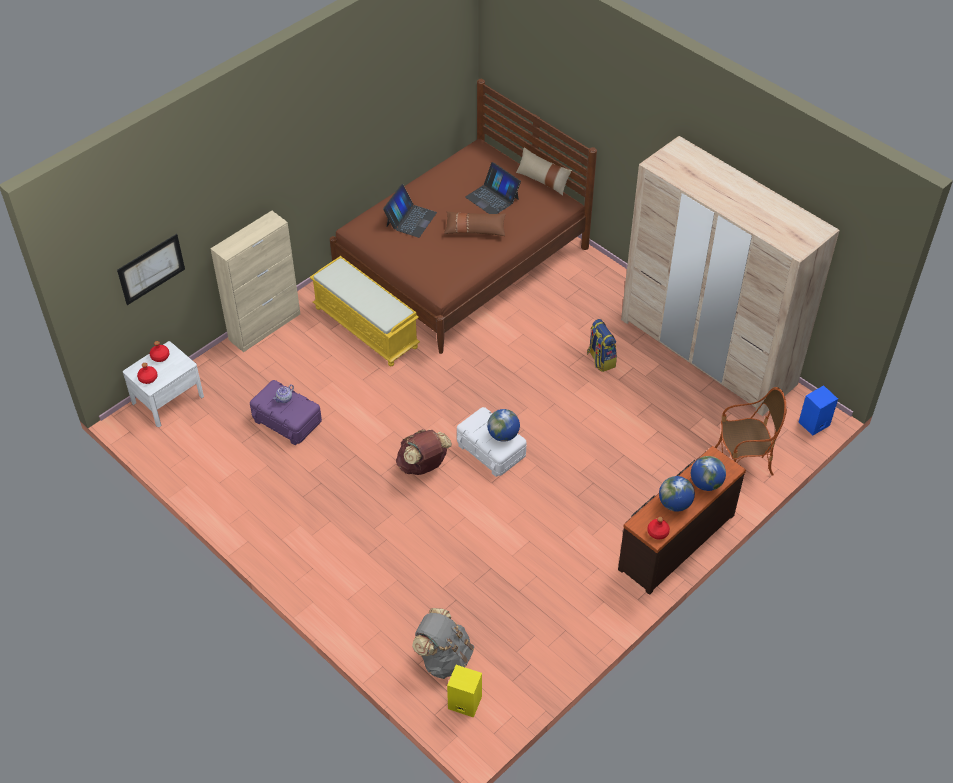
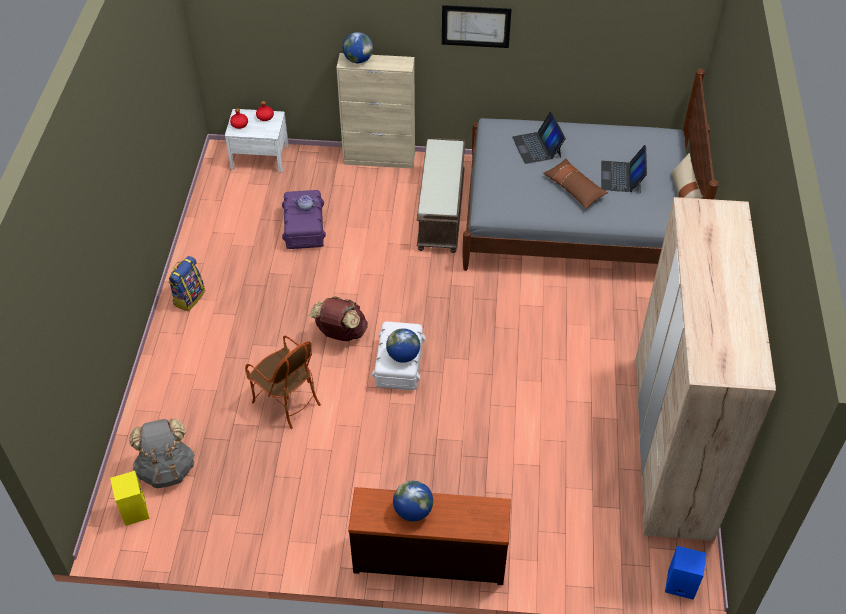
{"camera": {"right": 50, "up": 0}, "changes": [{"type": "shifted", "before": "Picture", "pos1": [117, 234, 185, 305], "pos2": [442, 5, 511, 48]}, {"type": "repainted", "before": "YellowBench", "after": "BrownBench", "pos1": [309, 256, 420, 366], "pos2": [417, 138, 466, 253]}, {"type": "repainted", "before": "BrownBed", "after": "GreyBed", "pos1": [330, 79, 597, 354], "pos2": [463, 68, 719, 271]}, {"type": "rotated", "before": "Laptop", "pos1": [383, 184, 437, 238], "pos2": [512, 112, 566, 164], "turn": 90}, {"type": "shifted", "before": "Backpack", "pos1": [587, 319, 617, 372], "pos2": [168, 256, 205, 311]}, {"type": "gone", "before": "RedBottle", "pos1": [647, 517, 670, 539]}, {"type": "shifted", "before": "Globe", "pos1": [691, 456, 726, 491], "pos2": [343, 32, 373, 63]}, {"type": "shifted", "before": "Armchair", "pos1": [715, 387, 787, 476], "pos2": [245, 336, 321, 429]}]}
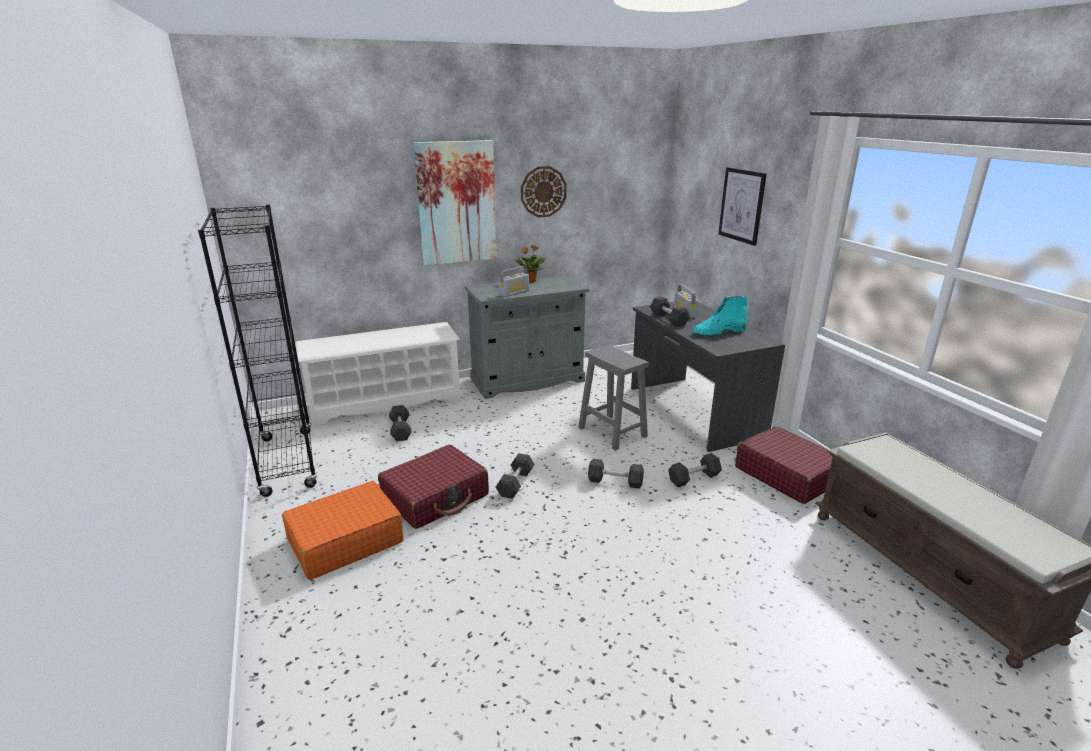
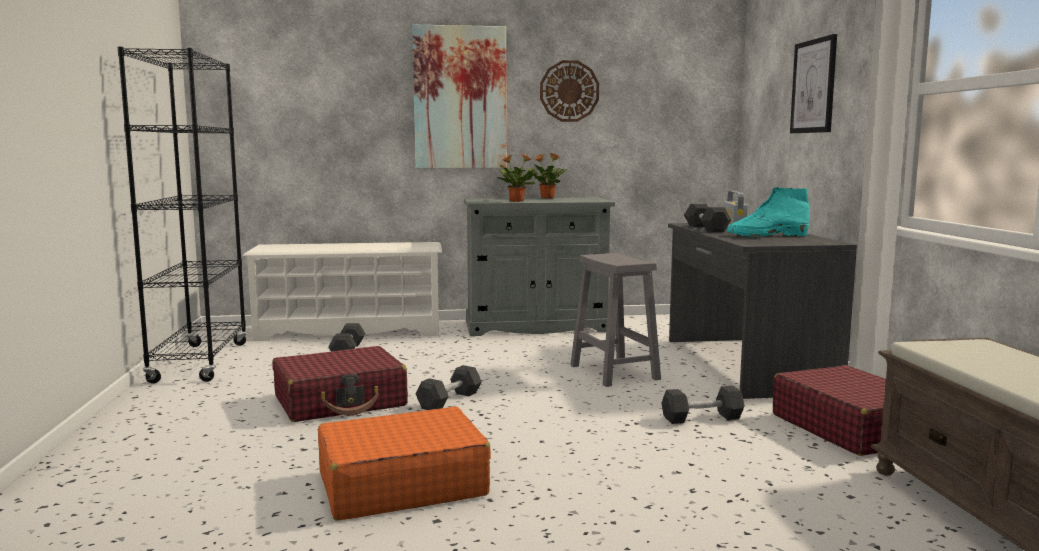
{"camera": {"right": 15, "up": -15}, "changes": [{"type": "shifted", "before": "OrangeSuitcase", "pos1": [282, 481, 403, 580], "pos2": [318, 406, 491, 521]}, {"type": "swapped", "before": "Radio", "after": "PottedPlant", "pos1": [499, 266, 529, 297], "pos2": [496, 153, 536, 202]}, {"type": "gone", "before": "GreyDumbbell", "pos1": [588, 459, 644, 489]}]}
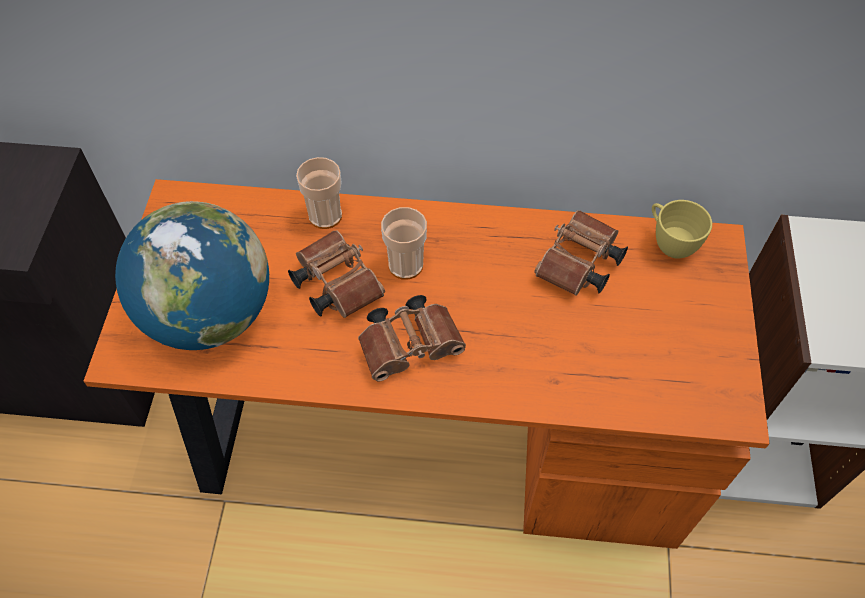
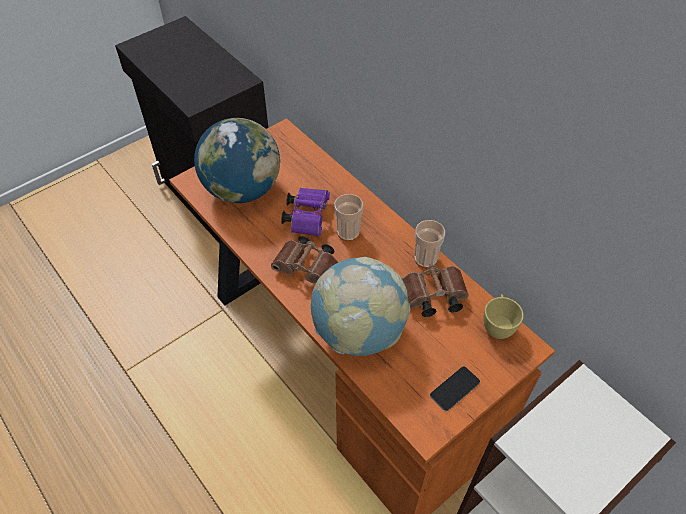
{"camera": {"right": 45, "up": -5}, "changes": [{"type": "repainted", "before": "BrownBinoculars", "after": "PurpleBinoculars", "pos1": [288, 231, 385, 318], "pos2": [281, 188, 330, 236]}, {"type": "shifted", "before": "Cup", "pos1": [296, 157, 342, 229], "pos2": [414, 220, 445, 268]}, {"type": "new", "after": "Globe", "pos2": [311, 257, 410, 356]}, {"type": "new", "after": "Phone", "pos2": [430, 366, 480, 411]}]}
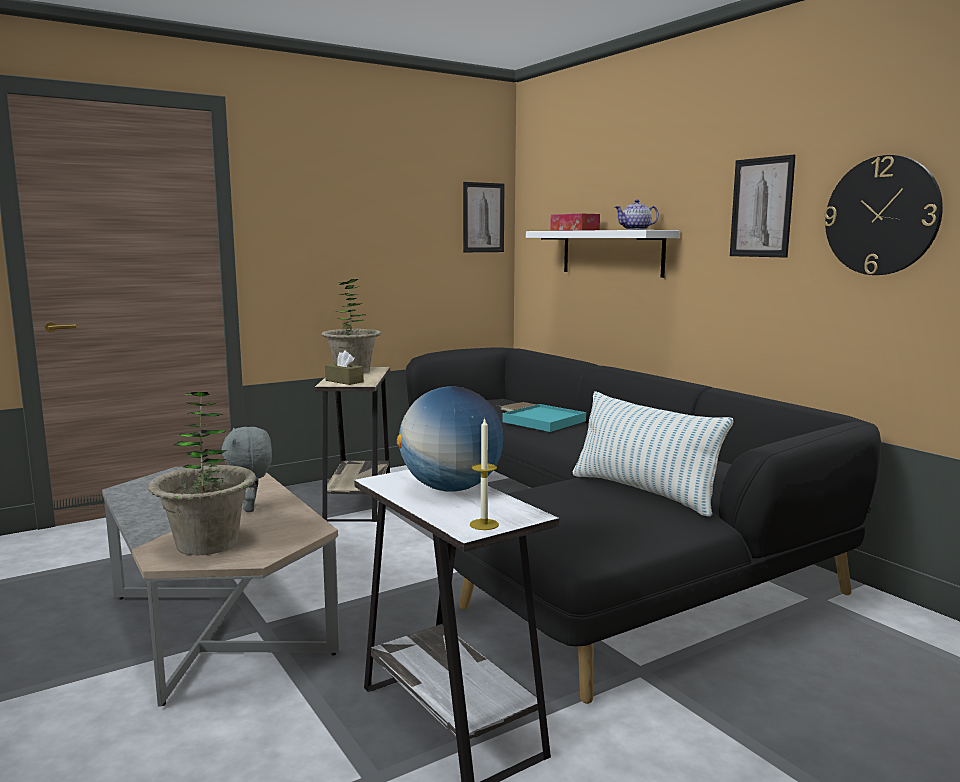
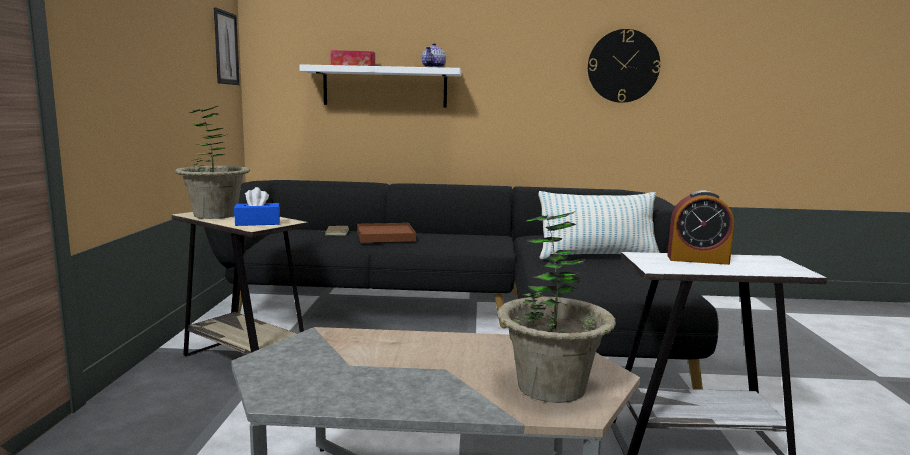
{"camera": {"right": -55, "up": 0}, "changes": [{"type": "gone", "before": "GreyPlushToy", "pos1": [222, 427, 272, 512]}, {"type": "repainted", "before": "BrownTissueBox", "after": "BlueTissueBox", "pos1": [325, 350, 364, 385], "pos2": [234, 187, 280, 226]}, {"type": "swapped", "before": "Globe", "after": "AlarmClock", "pos1": [397, 387, 503, 492], "pos2": [667, 190, 734, 265]}, {"type": "gone", "before": "Candle", "pos1": [470, 417, 499, 530]}, {"type": "repainted", "before": "TurquoiseTray", "after": "BrownTray", "pos1": [502, 404, 586, 432], "pos2": [357, 223, 416, 243]}, {"type": "gone", "before": "Picture", "pos1": [730, 155, 796, 258]}]}
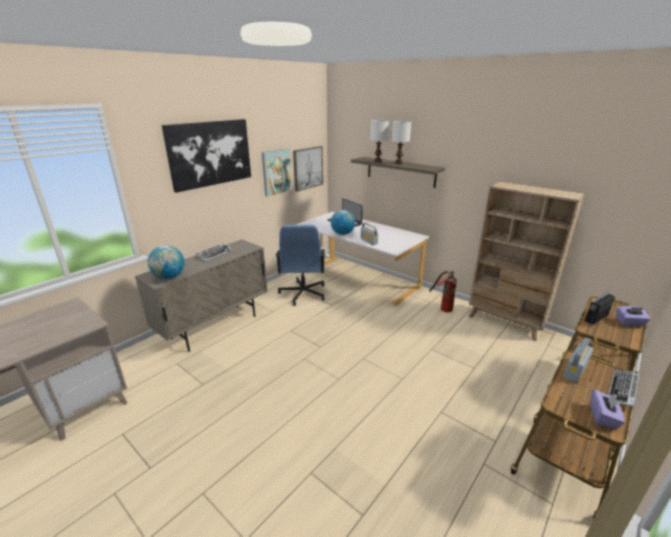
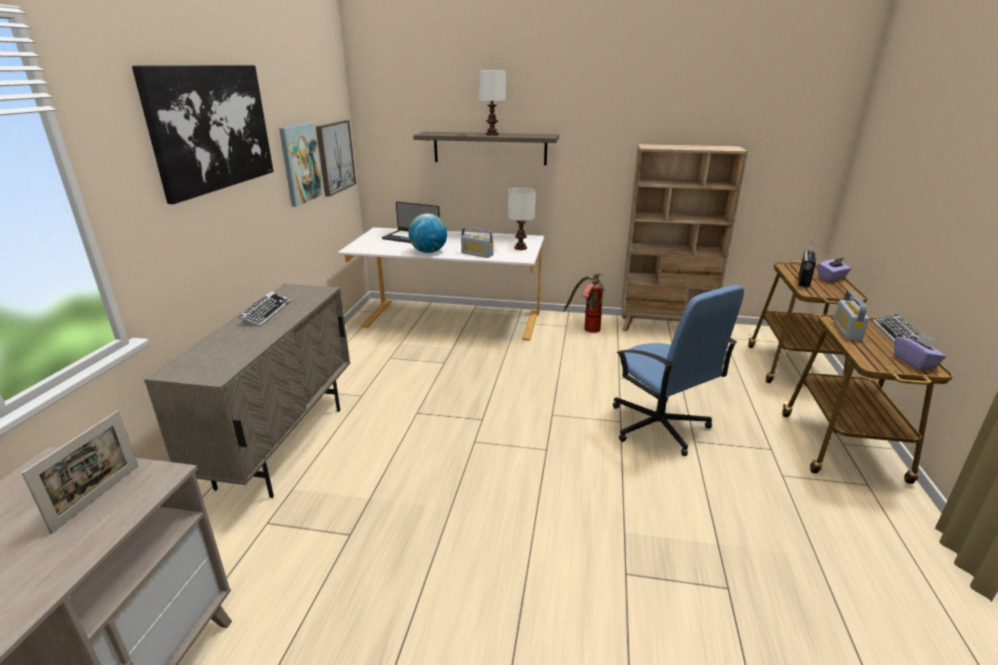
{"camera": {"right": -30, "up": 0}, "changes": [{"type": "gone", "before": "Globe", "pos1": [148, 245, 185, 279]}, {"type": "shifted", "before": "BlueOfficeChair", "pos1": [276, 225, 325, 306], "pos2": [613, 285, 744, 456]}, {"type": "shifted", "before": "WhiteTableLamp", "pos1": [370, 120, 389, 163], "pos2": [508, 188, 535, 250]}, {"type": "new", "after": "PictureFrame", "pos2": [22, 410, 138, 534]}]}
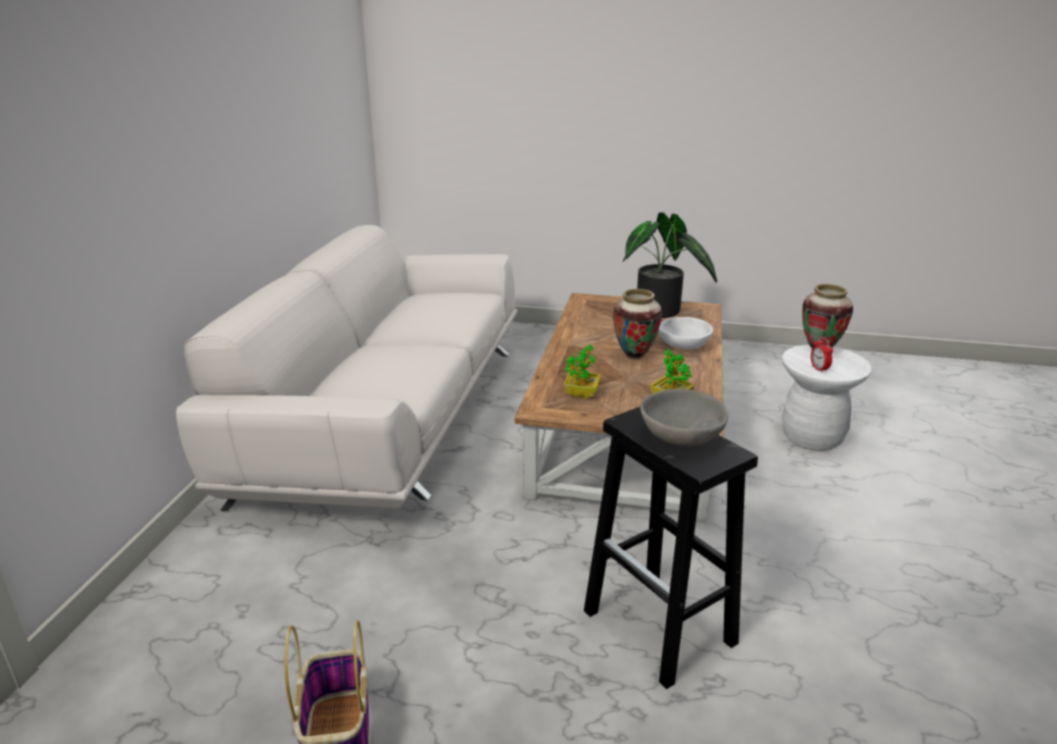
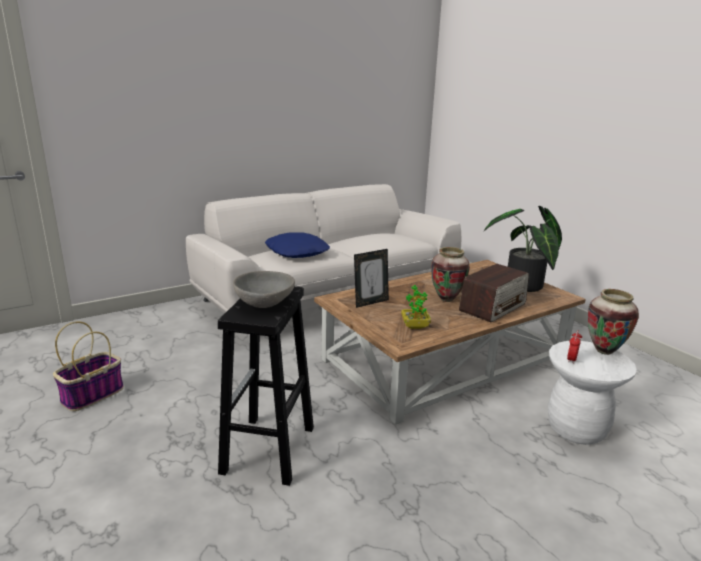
{"camera": {"right": 45, "up": -5}, "changes": [{"type": "swapped", "before": "PottedPlant", "after": "PictureFrame", "pos1": [564, 344, 600, 398], "pos2": [354, 249, 389, 308]}, {"type": "swapped", "before": "WhiteBowl", "after": "Radio", "pos1": [659, 317, 713, 349], "pos2": [459, 264, 529, 322]}, {"type": "new", "after": "BluePillow", "pos2": [265, 233, 330, 258]}]}
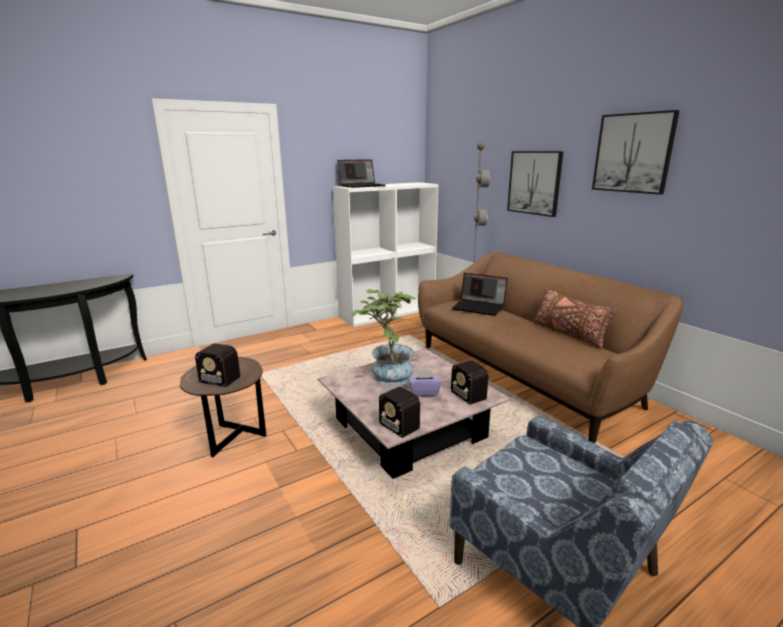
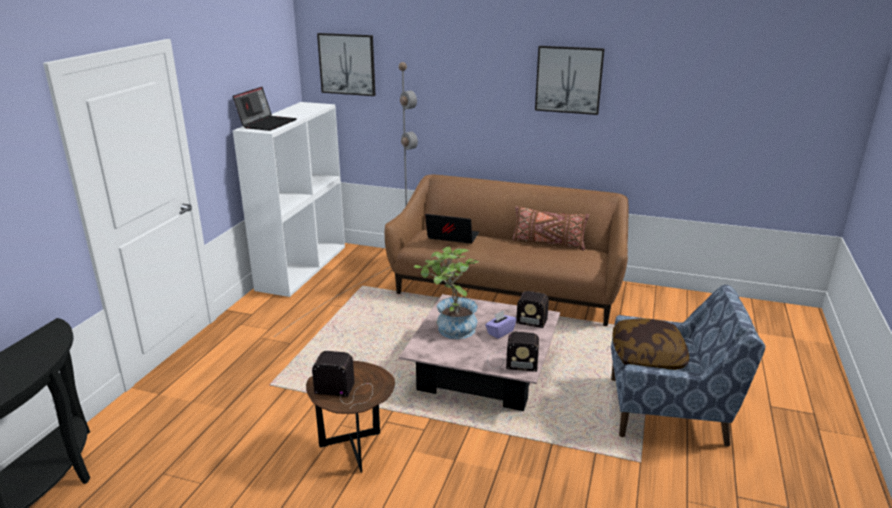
{"camera": {"right": -40, "up": 5}, "changes": [{"type": "rotated", "before": "Radio", "pos1": [186, 343, 241, 387], "pos2": [312, 351, 373, 410], "turn": -150}, {"type": "rotated", "before": "Laptop", "pos1": [452, 273, 508, 316], "pos2": [425, 214, 479, 244], "turn": -150}, {"type": "shifted", "before": "Picture", "pos1": [507, 151, 563, 217], "pos2": [317, 33, 376, 96]}, {"type": "new", "after": "Pillow", "pos2": [612, 318, 689, 370]}]}
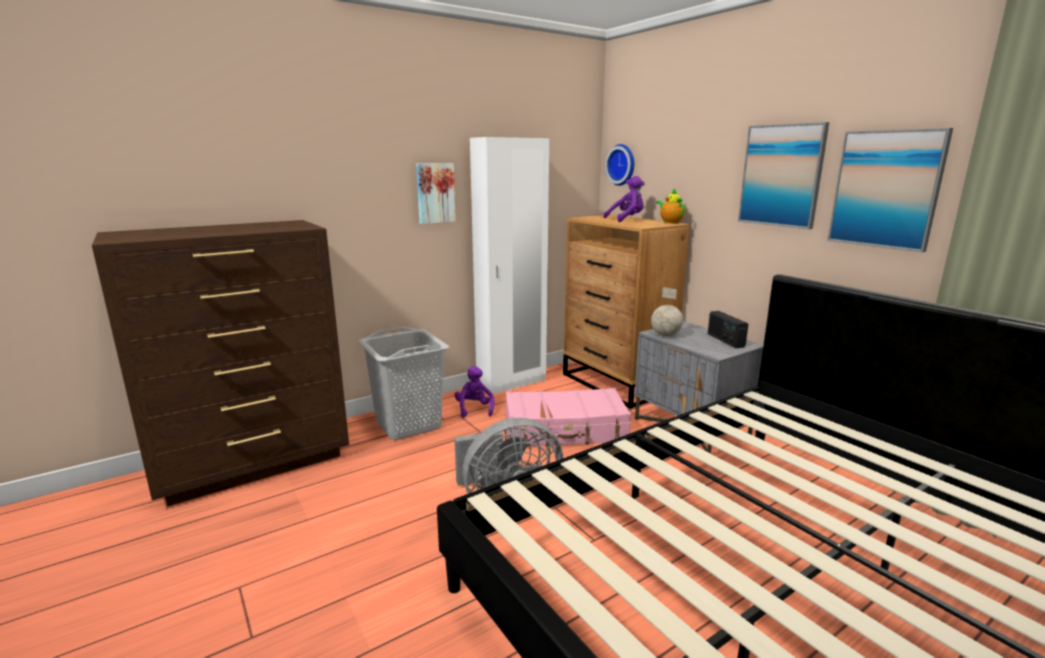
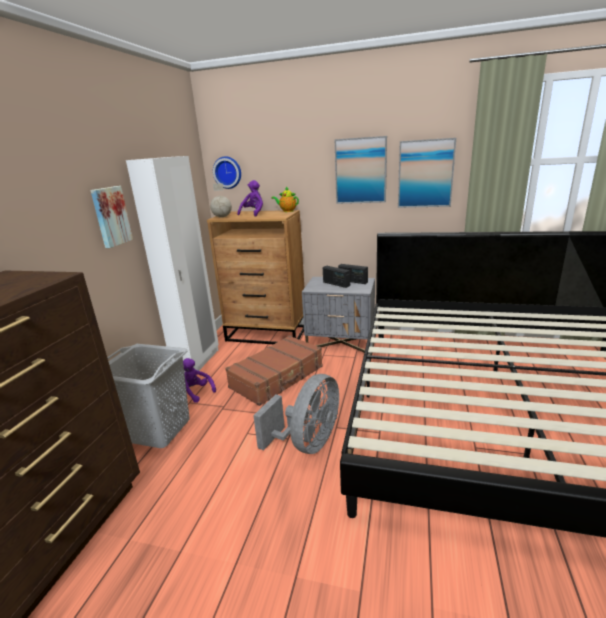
{"camera": {"right": -40, "up": 5}, "changes": [{"type": "repainted", "before": "PinkSuitcase", "after": "BrownSuitcase", "pos1": [506, 388, 631, 447], "pos2": [225, 335, 323, 406]}, {"type": "shifted", "before": "Globe", "pos1": [651, 287, 683, 336], "pos2": [210, 183, 232, 218]}, {"type": "new", "after": "Radio", "pos2": [323, 266, 350, 288]}]}
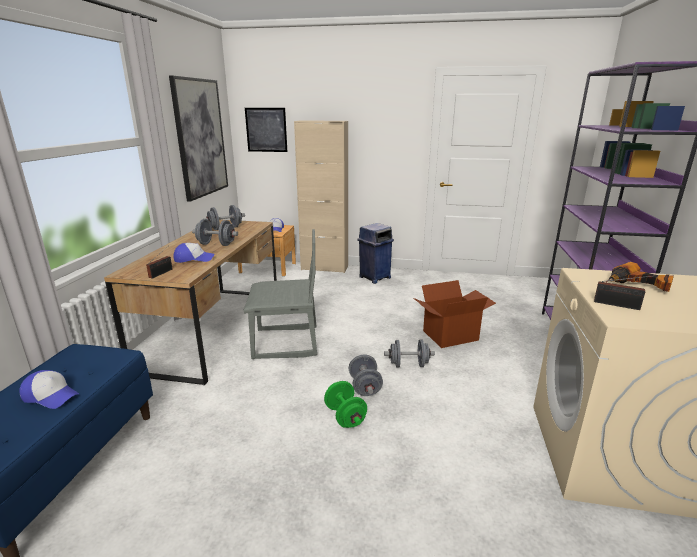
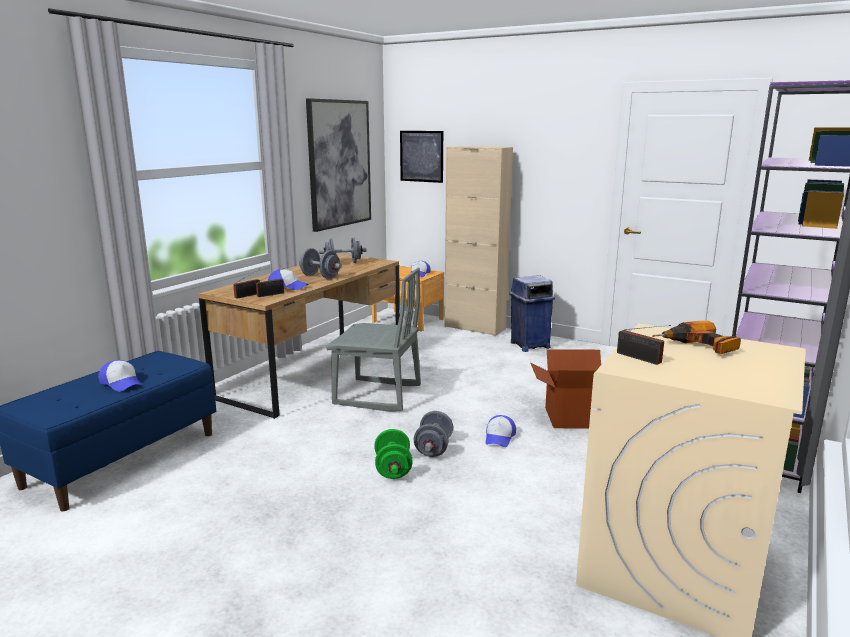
{"camera": {"right": 20, "up": -5}, "changes": [{"type": "swapped", "before": "GreyDumbbell", "after": "Cap", "pos1": [384, 340, 435, 367], "pos2": [486, 415, 516, 447]}, {"type": "new", "after": "Radio", "pos2": [256, 268, 284, 297]}]}
